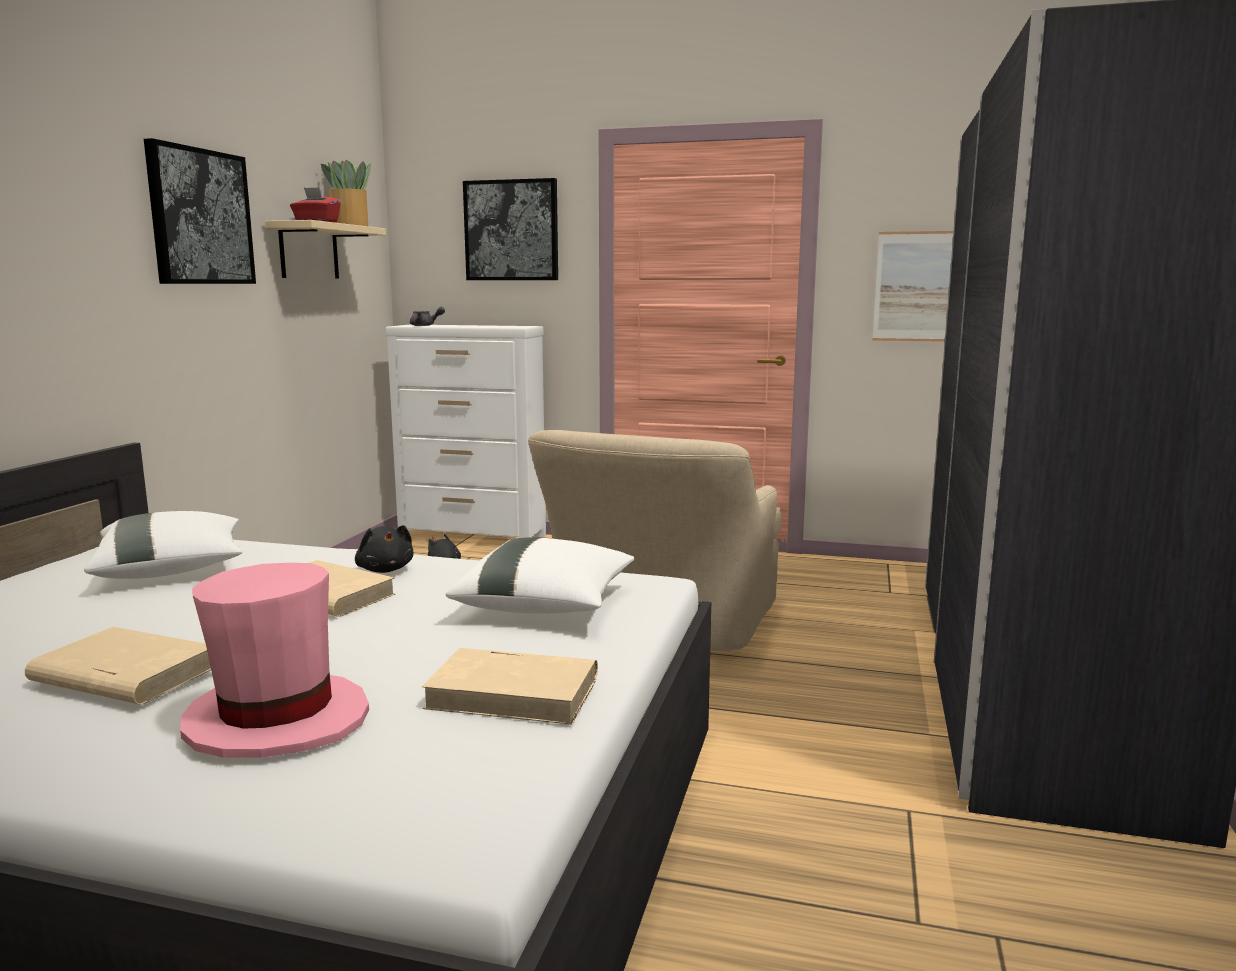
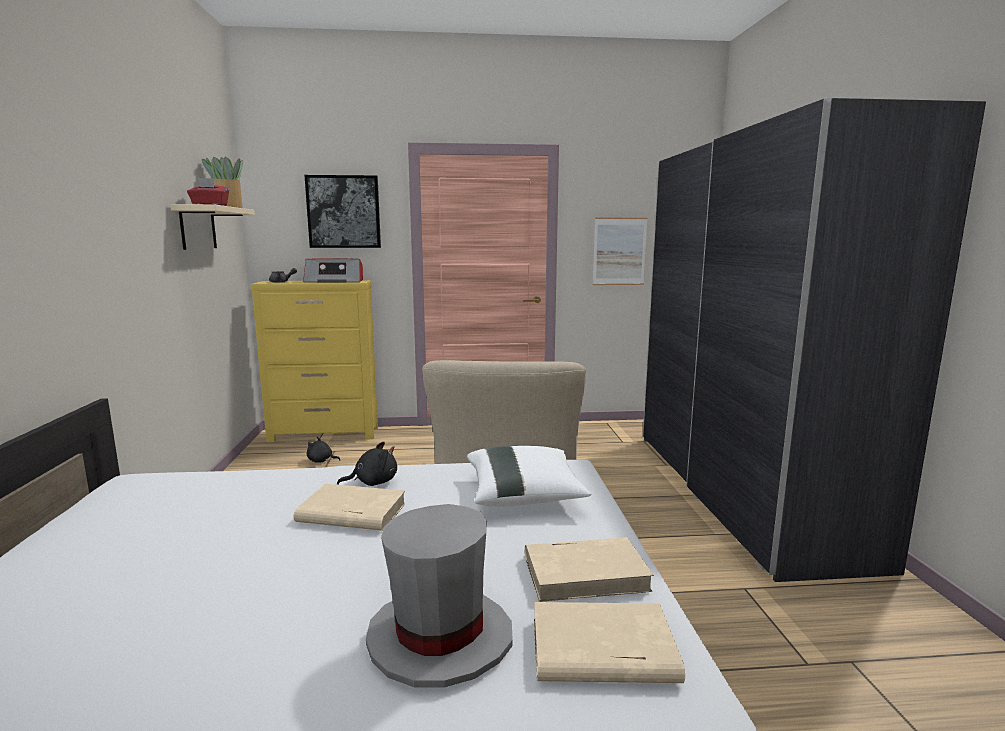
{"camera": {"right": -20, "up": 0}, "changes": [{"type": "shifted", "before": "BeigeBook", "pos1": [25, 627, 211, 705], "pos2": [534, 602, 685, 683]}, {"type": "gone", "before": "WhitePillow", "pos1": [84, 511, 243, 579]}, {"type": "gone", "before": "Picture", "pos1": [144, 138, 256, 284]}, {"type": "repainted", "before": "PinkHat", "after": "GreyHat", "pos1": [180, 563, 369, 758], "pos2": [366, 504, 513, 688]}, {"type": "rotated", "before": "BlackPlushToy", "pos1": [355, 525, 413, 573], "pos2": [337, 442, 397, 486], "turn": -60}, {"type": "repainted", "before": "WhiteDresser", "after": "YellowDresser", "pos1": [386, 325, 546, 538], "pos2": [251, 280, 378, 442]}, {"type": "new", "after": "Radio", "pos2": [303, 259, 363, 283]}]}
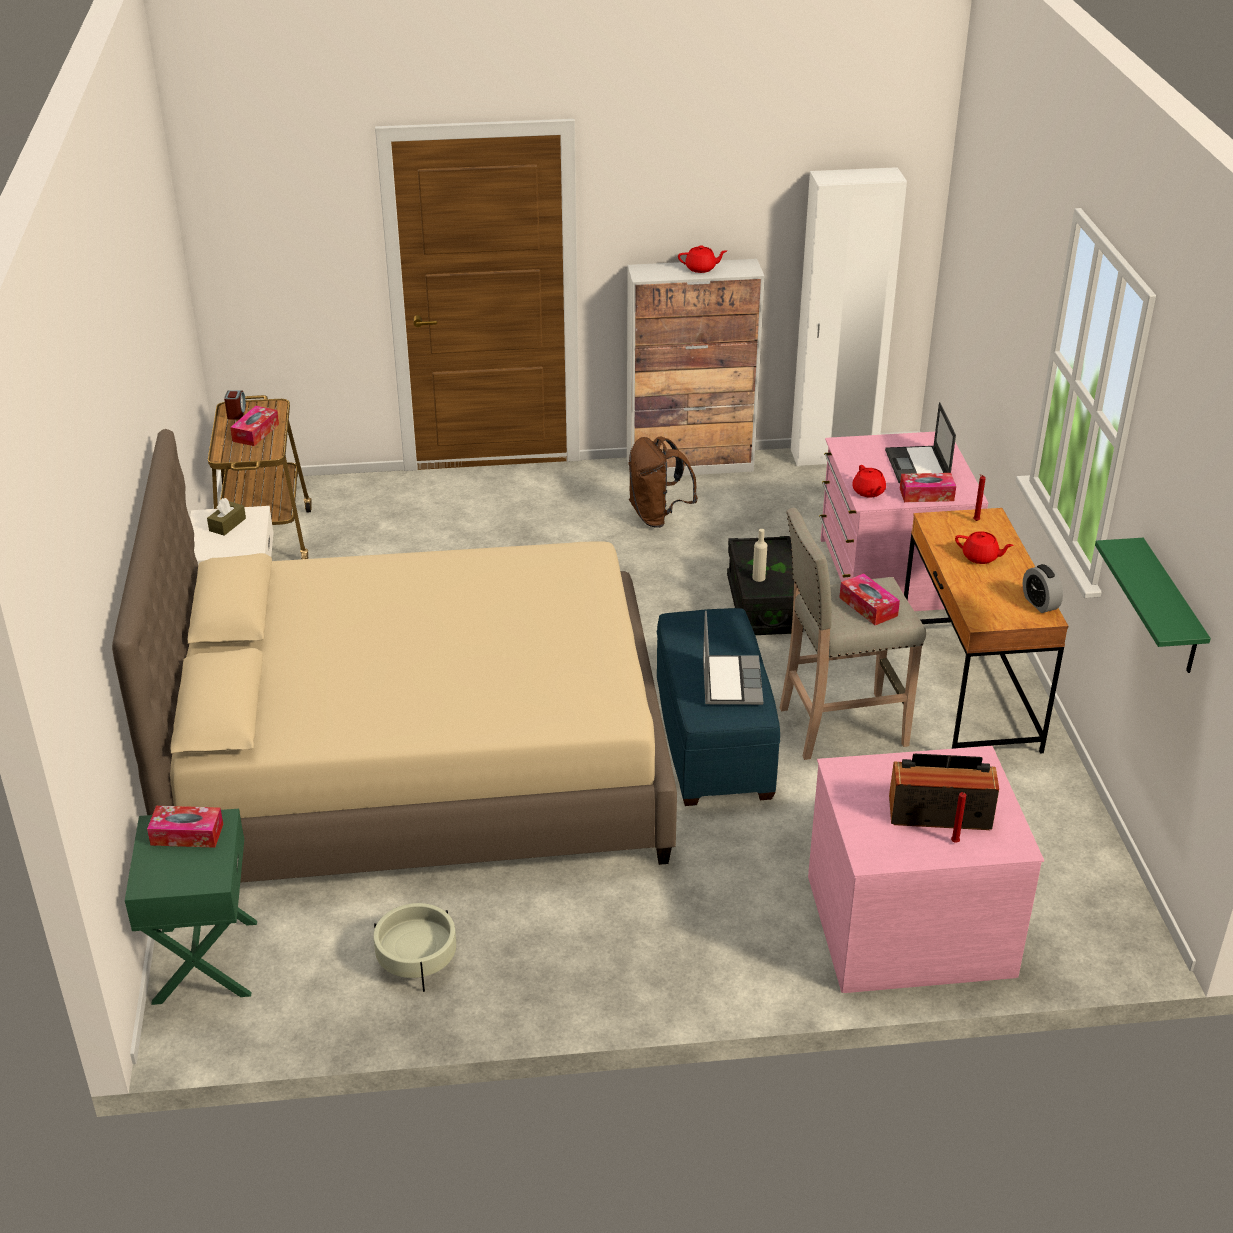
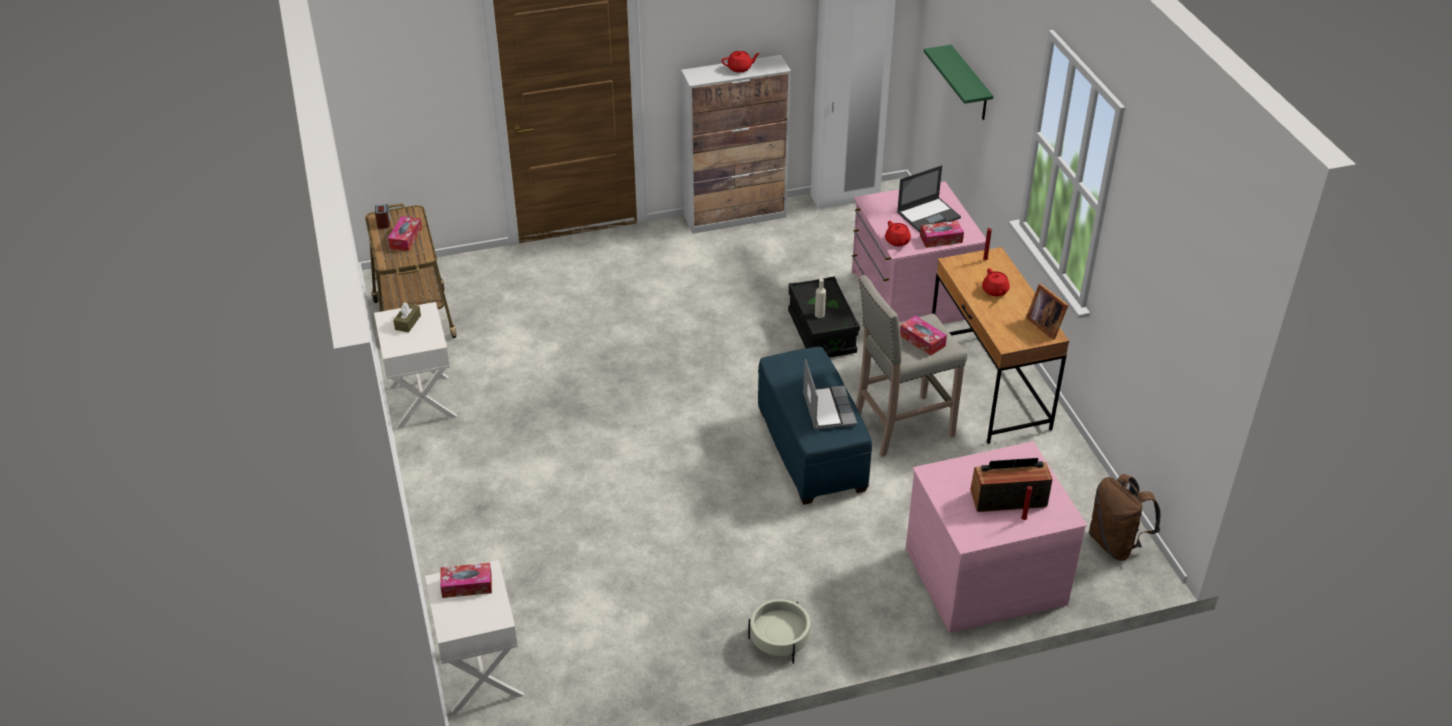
{"camera": {"right": -10, "up": 5}, "changes": [{"type": "gone", "before": "BeigeBed", "pos1": [112, 429, 677, 883]}, {"type": "repainted", "before": "GreenNightstand", "after": "WhiteNightstand", "pos1": [125, 809, 257, 1005], "pos2": [425, 560, 524, 713]}, {"type": "shifted", "before": "BeigePlanter", "pos1": [373, 903, 456, 992], "pos2": [748, 599, 810, 664]}, {"type": "shifted", "before": "BrownBackpack", "pos1": [628, 437, 698, 528], "pos2": [1089, 474, 1161, 561]}, {"type": "rotated", "before": "Laptop", "pos1": [885, 402, 956, 483], "pos2": [897, 165, 961, 233], "turn": -105}, {"type": "rotated", "before": "RedTeapot", "pos1": [955, 531, 1014, 564], "pos2": [982, 268, 1010, 296], "turn": 60}, {"type": "swapped", "before": "AlarmClock", "after": "PictureFrame", "pos1": [1023, 564, 1063, 613], "pos2": [1026, 284, 1069, 340]}, {"type": "shifted", "before": "GreenShelf", "pos1": [1095, 538, 1211, 673], "pos2": [924, 45, 993, 120]}]}
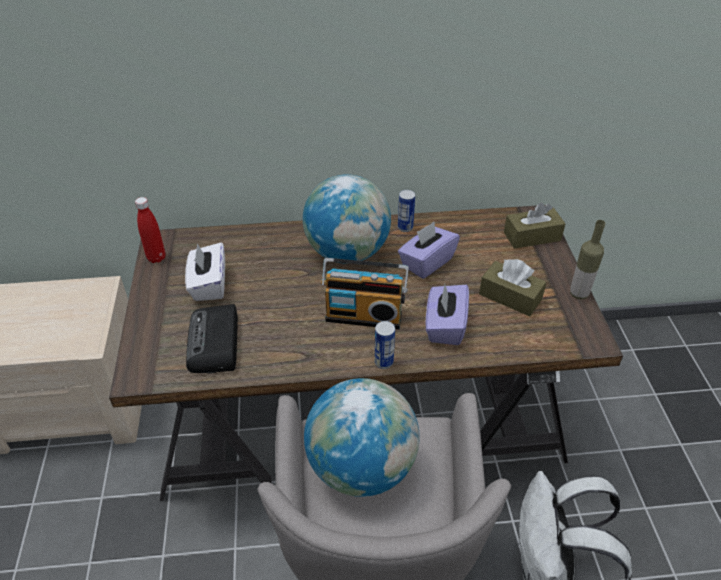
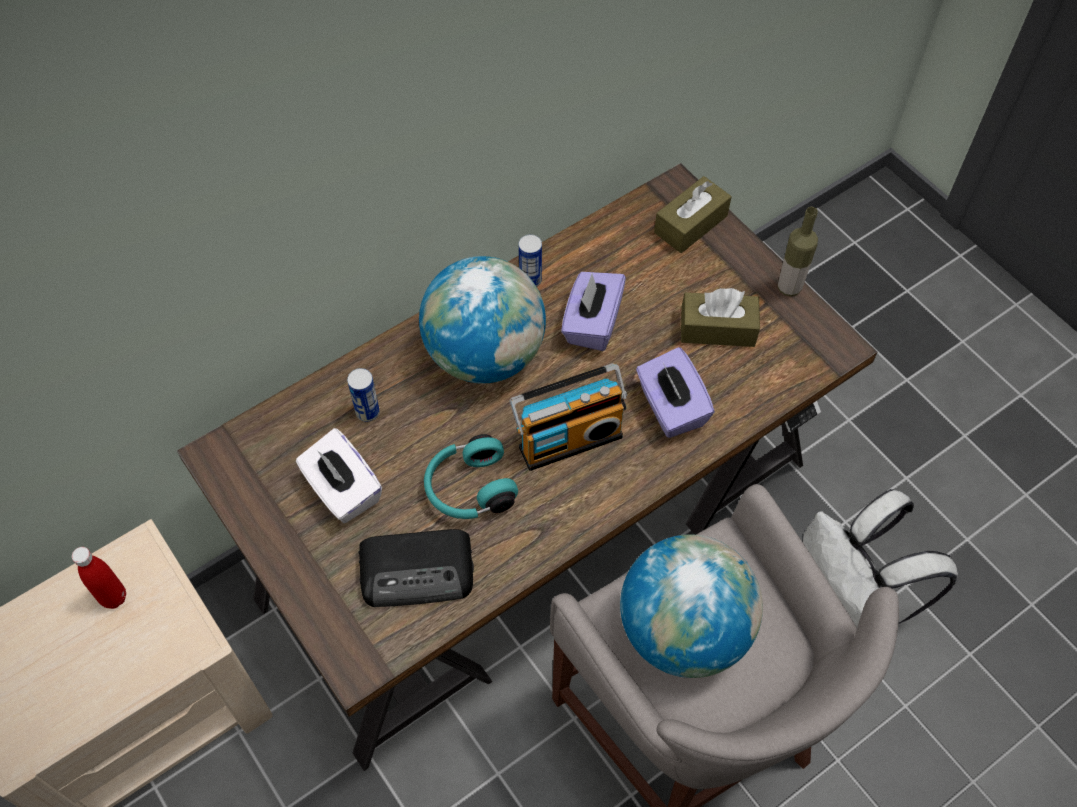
{"camera": {"right": -30, "up": 15}, "changes": [{"type": "shifted", "before": "RedBottle", "pos1": [135, 197, 165, 263], "pos2": [72, 547, 126, 609]}, {"type": "rotated", "before": "Radio", "pos1": [186, 304, 238, 374], "pos2": [359, 529, 474, 607], "turn": -60}, {"type": "shifted", "before": "Can", "pos1": [374, 321, 395, 369], "pos2": [347, 368, 380, 422]}, {"type": "new", "after": "TurquoiseHeadphones", "pos2": [424, 434, 518, 519]}]}
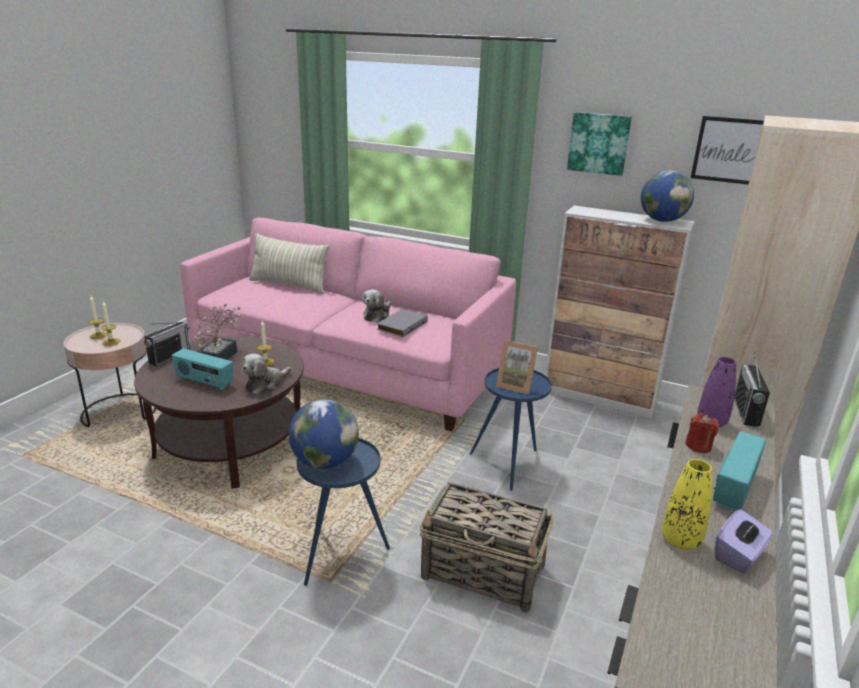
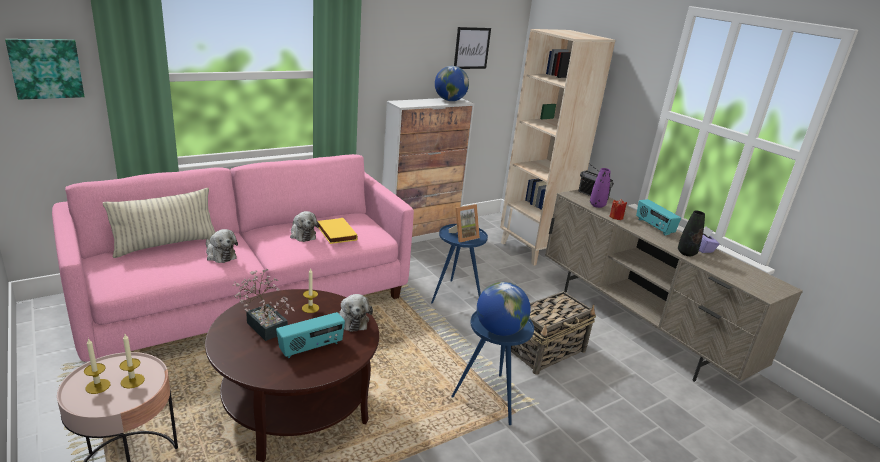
{"camera": {"right": -60, "up": 0}, "changes": [{"type": "gone", "before": "Radio", "pos1": [144, 322, 190, 366]}, {"type": "repainted", "before": "GreyBook", "after": "YellowBook", "pos1": [377, 309, 428, 337], "pos2": [318, 218, 358, 244]}, {"type": "shifted", "before": "Picture", "pos1": [567, 112, 632, 176], "pos2": [5, 39, 85, 100]}, {"type": "repainted", "before": "YellowVase", "after": "BlackVase", "pos1": [662, 459, 712, 550], "pos2": [678, 211, 705, 256]}, {"type": "new", "after": "PlushToy", "pos2": [206, 229, 238, 263]}]}
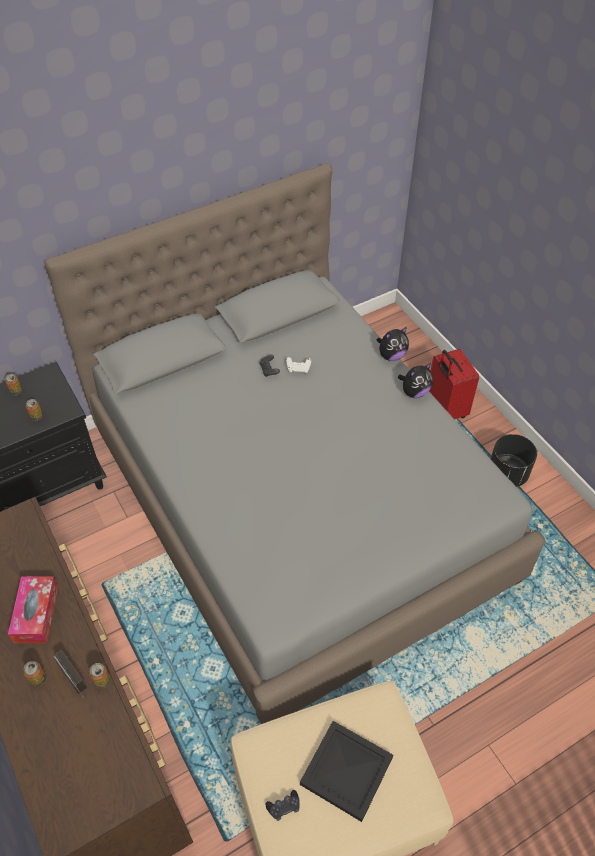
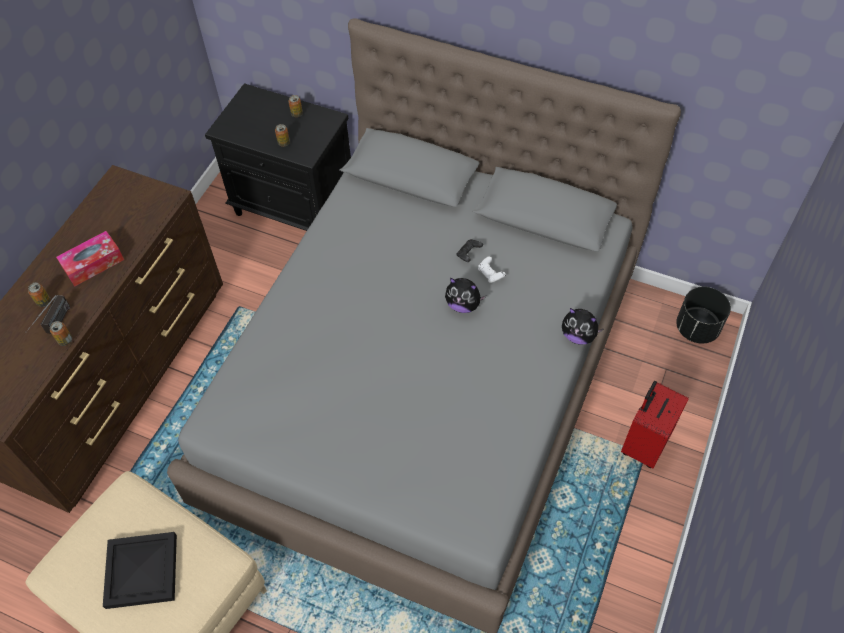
{"camera": {"right": 55, "up": 5}, "changes": [{"type": "gone", "before": "BlackGameController", "pos1": [265, 790, 300, 821]}, {"type": "shifted", "before": "PlushToy", "pos1": [398, 363, 433, 398], "pos2": [445, 278, 486, 313]}, {"type": "shifted", "before": "BlackPlanter", "pos1": [491, 434, 537, 487], "pos2": [676, 287, 731, 344]}]}
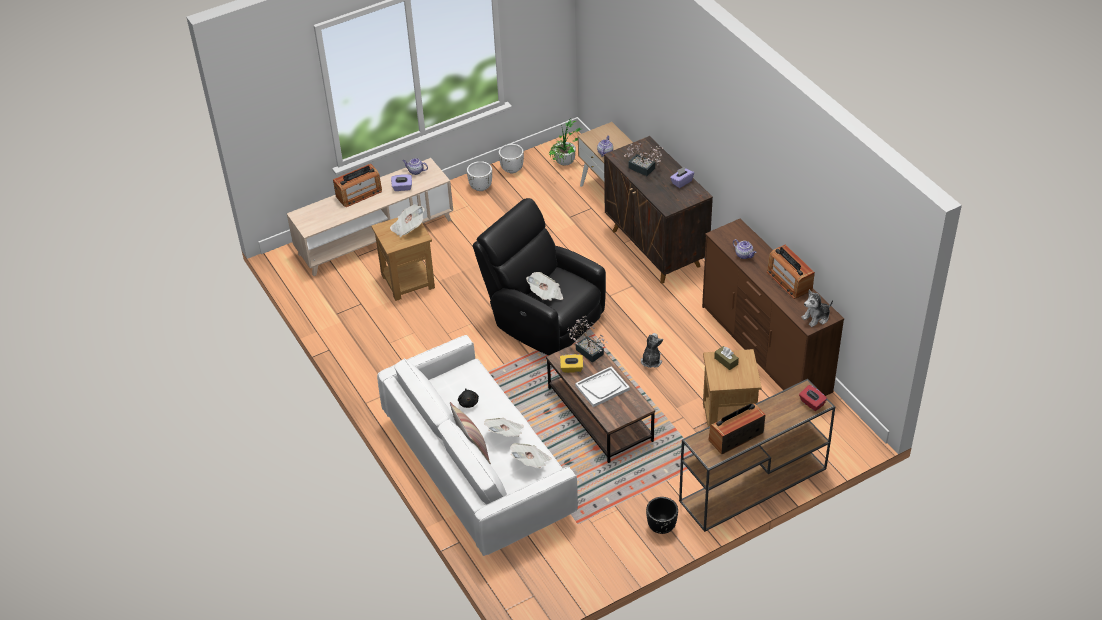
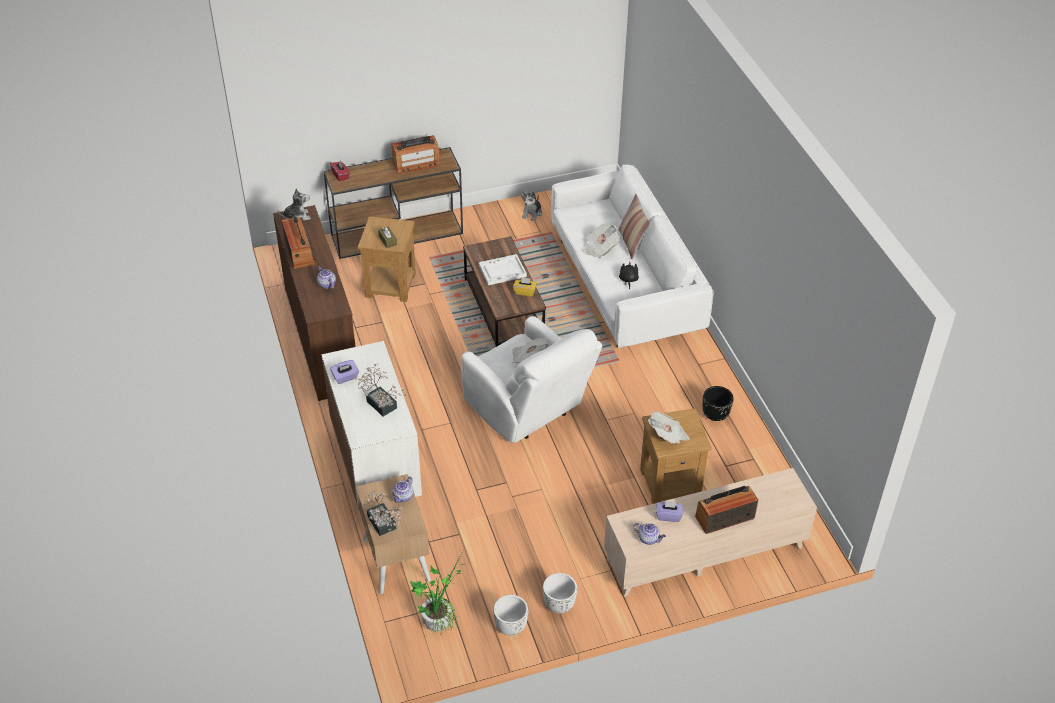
{"camera": {"right": -170, "up": 0}, "changes": [{"type": "repainted", "before": "BlackArmchair", "after": "WhiteArmchair", "pos1": [473, 198, 606, 355], "pos2": [461, 316, 602, 443]}, {"type": "gone", "before": "Newspaper", "pos1": [510, 443, 552, 468]}, {"type": "shifted", "before": "PottedPlant", "pos1": [568, 316, 609, 362], "pos2": [361, 490, 403, 536]}, {"type": "repainted", "before": "BrownCabinet", "after": "WhiteCabinet", "pos1": [604, 136, 713, 284], "pos2": [321, 341, 422, 510]}, {"type": "shifted", "before": "PlushToy", "pos1": [641, 333, 663, 368], "pos2": [522, 191, 542, 221]}, {"type": "shifted", "before": "BlackPlanter", "pos1": [646, 497, 678, 534], "pos2": [703, 386, 733, 421]}]}
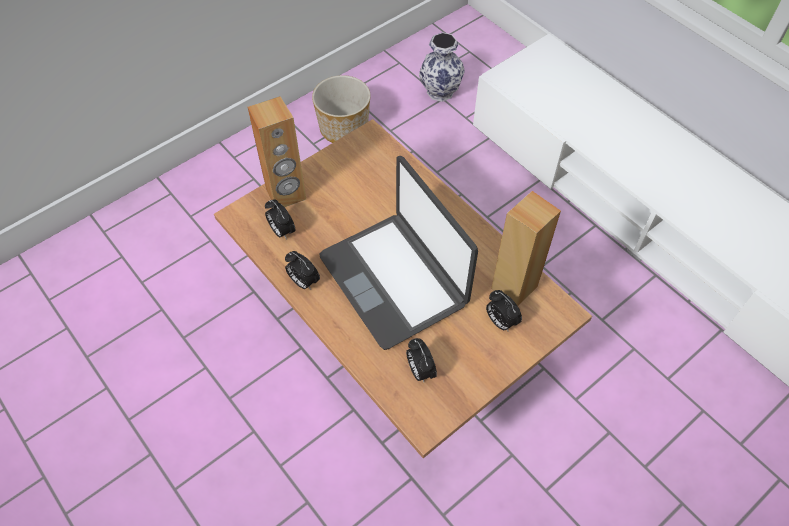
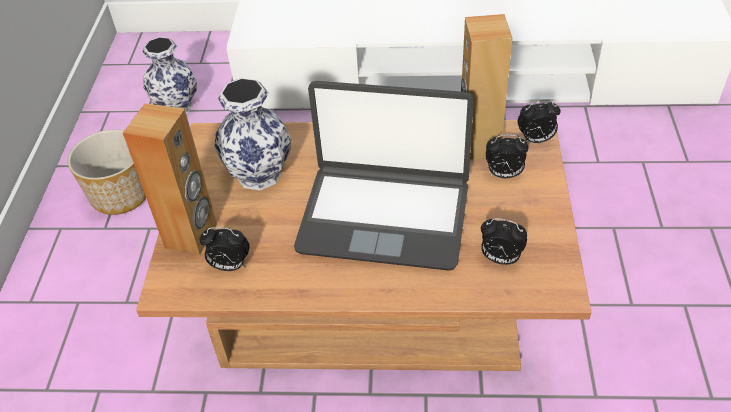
{"camera": {"right": -45, "up": -10}, "changes": [{"type": "shifted", "before": "AlarmClock", "pos1": [285, 251, 320, 290], "pos2": [518, 99, 560, 143]}, {"type": "new", "after": "Vase", "pos2": [214, 78, 291, 191]}]}
